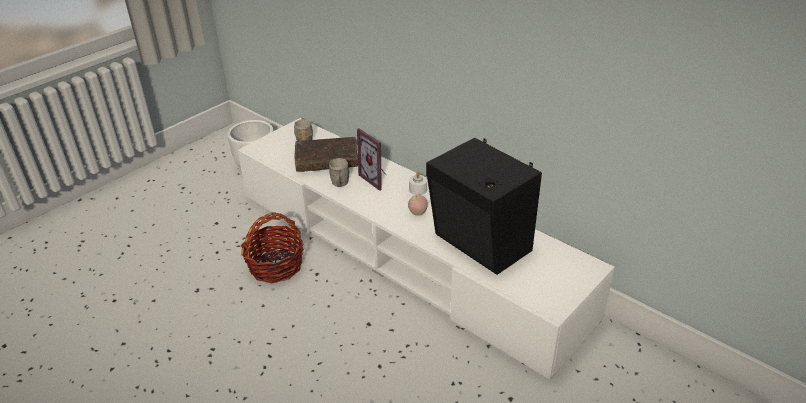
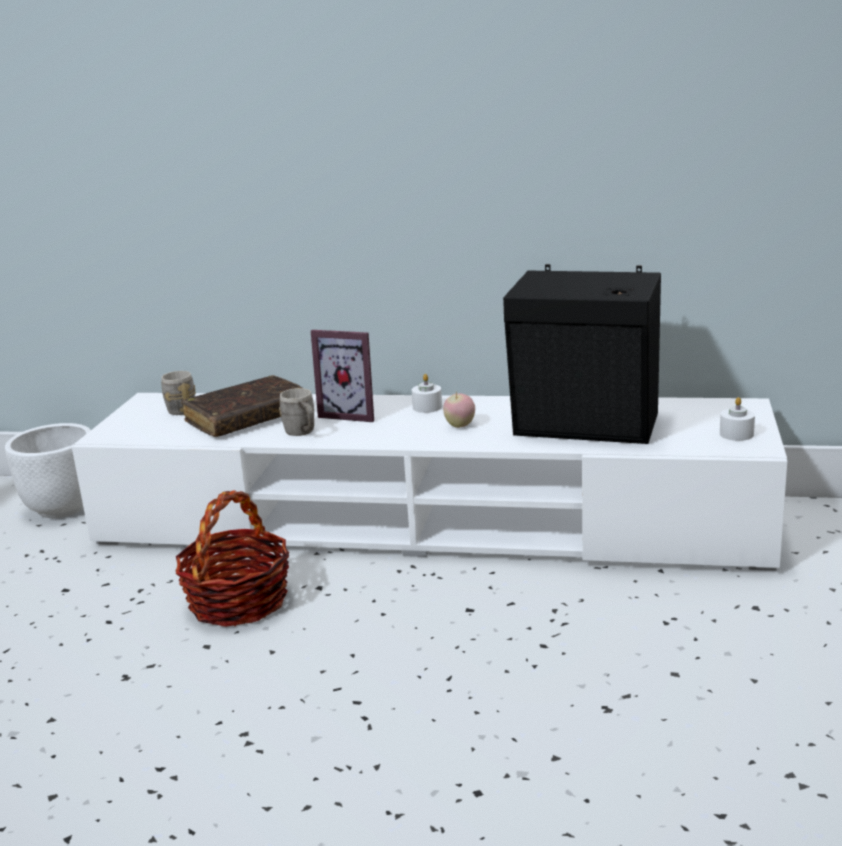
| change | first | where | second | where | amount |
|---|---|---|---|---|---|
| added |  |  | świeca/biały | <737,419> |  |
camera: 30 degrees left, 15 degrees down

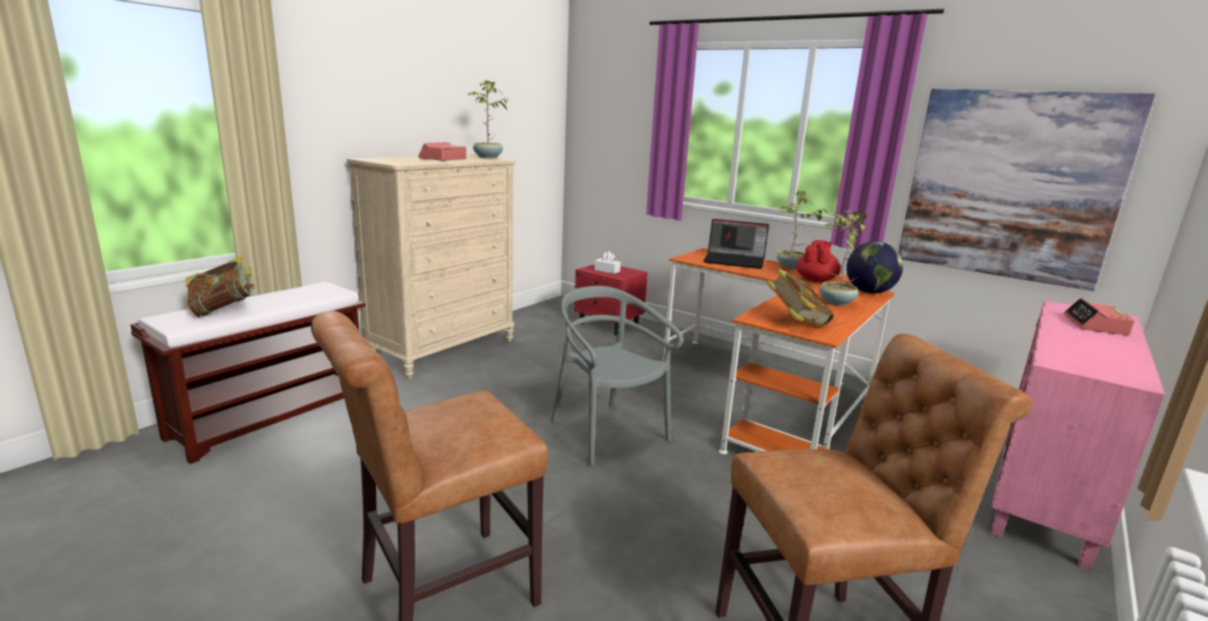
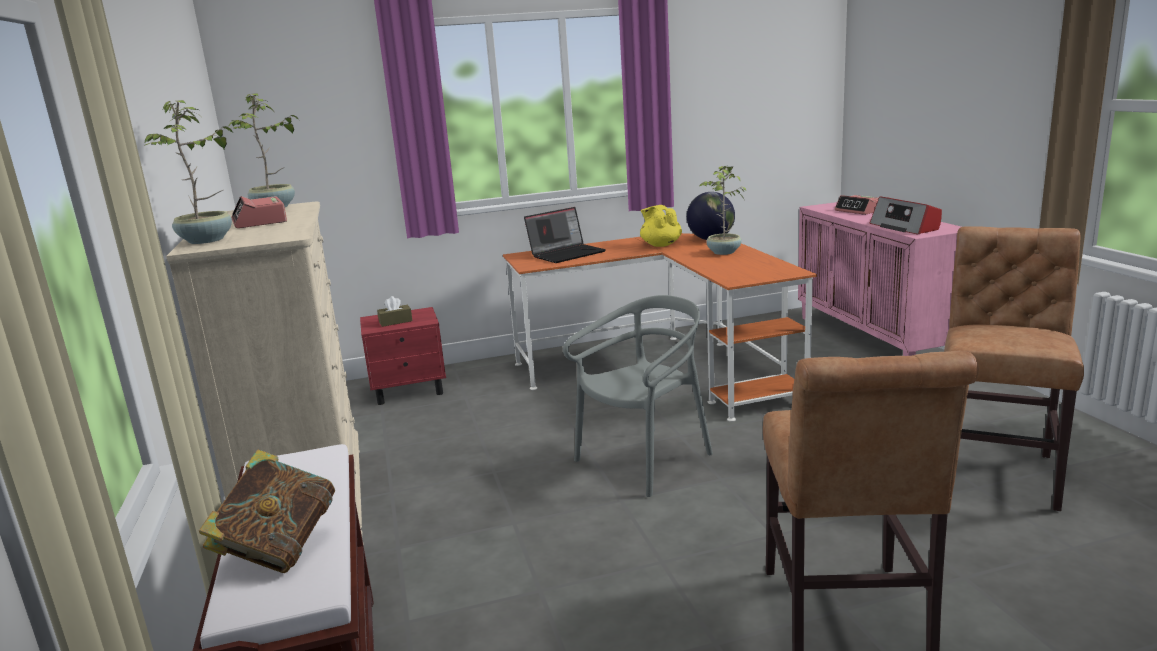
| change | first | where | second | where | amount |
|---|---|---|---|---|---|
| removed | książka | <800,297> |  |  |  |
| removed | obraz | <1027,190> |  |  |  |
| added |  |  | radio | <906,215> |  |
| moved | roślina doniczkowa | <802,229> |  | <188,172> |  |
| recoloured | pudełko chusteczek/biały | <607,262> | pudełko chusteczek/brązowy | <394,311> |  |
| recoloured | imbryk/czerwony | <818,261> | imbryk/żółty | <661,226> |  |
| turned | krzesło/szary | <617,376> |  | <638,396> | 135 degrees clockwise |
camera: 50 degrees left, 0 degrees up

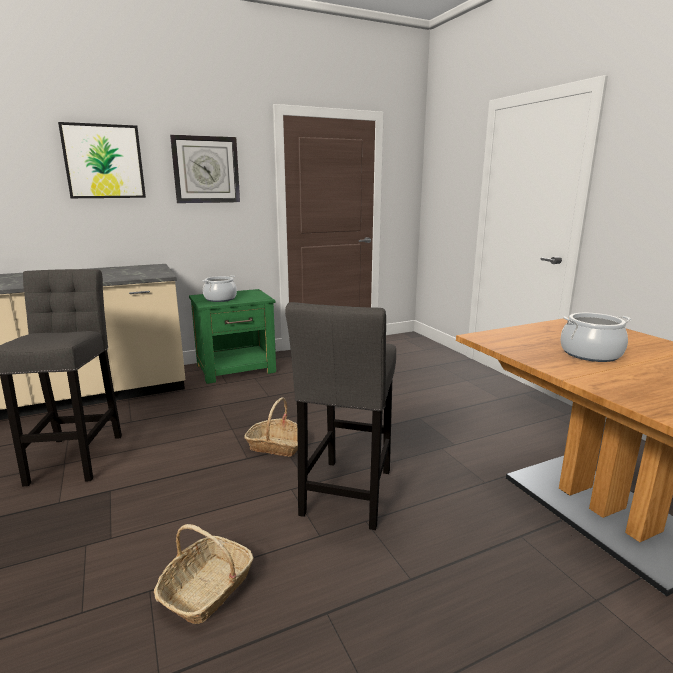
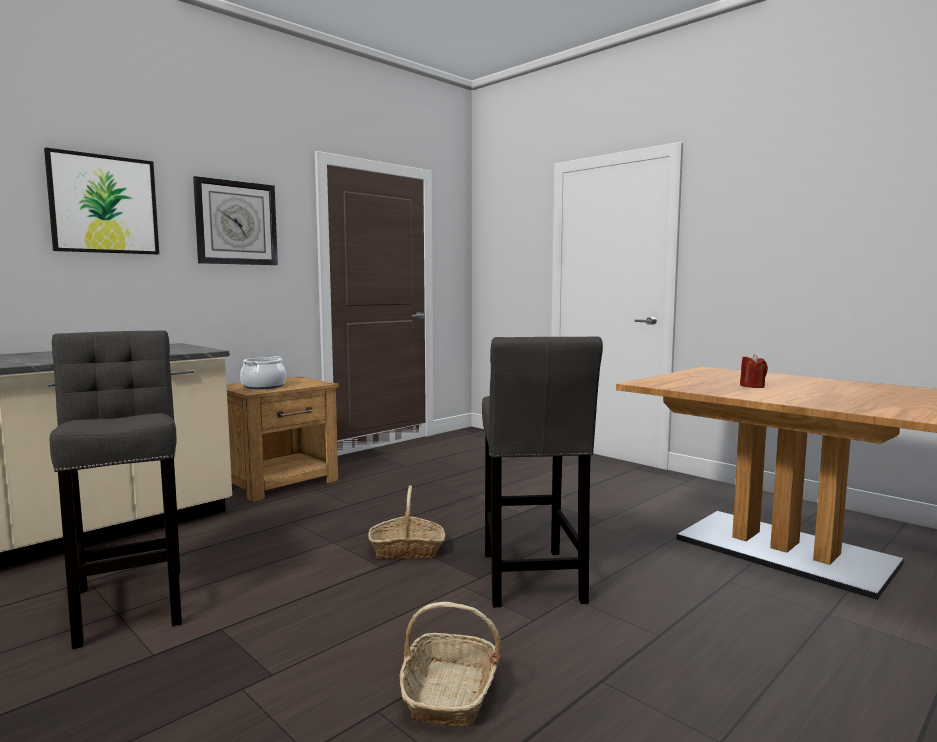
| change | first | where | second | where | amount |
|---|---|---|---|---|---|
| replaced | garnek | <596,337> | świeca/czerwony | <754,371> |  |
| recoloured | szafka nocna/zielony | <232,336> | szafka nocna/brązowy | <283,439> |  |
camera: 20 degrees left, 10 degrees down

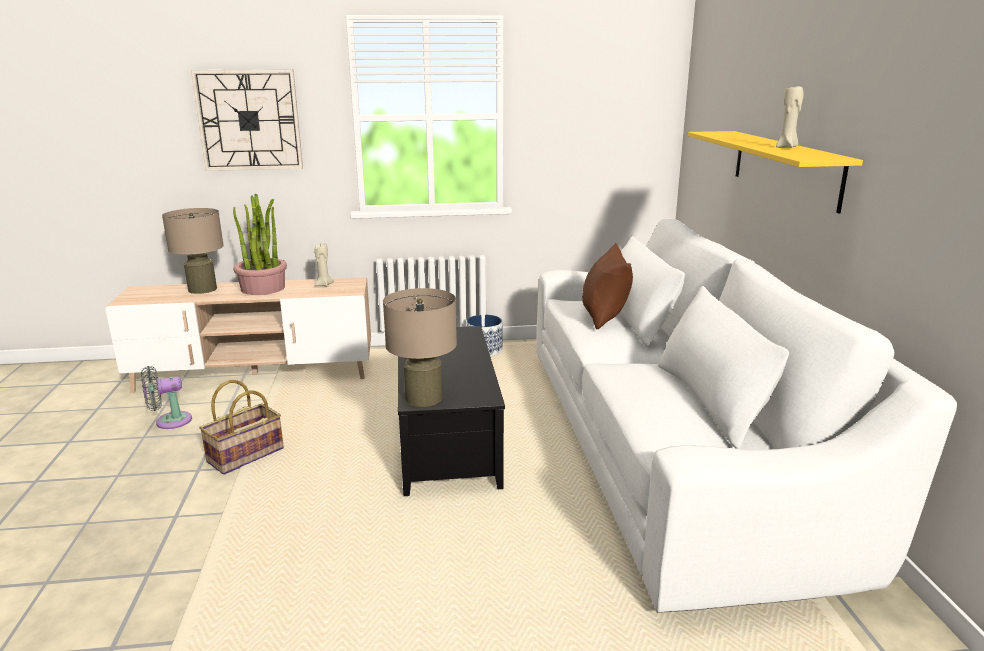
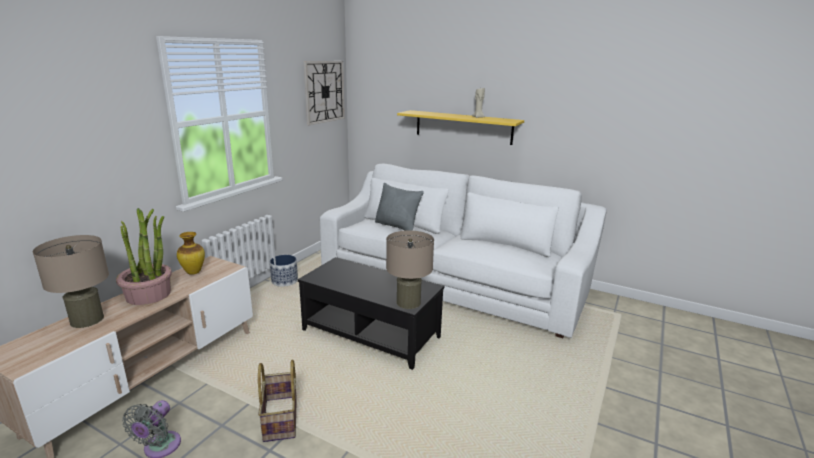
| change | first | where | second | where | amount |
|---|---|---|---|---|---|
| moved | zegar ścienny | <247,120> |  | <324,93> |  |
| replaced | świeca/beżowy | <324,265> | wazon | <191,253> |  |
| recoloured | poduszka/brązowy | <607,286> | poduszka/szary | <399,207> |  |
camera: 55 degrees left, 0 degrees up

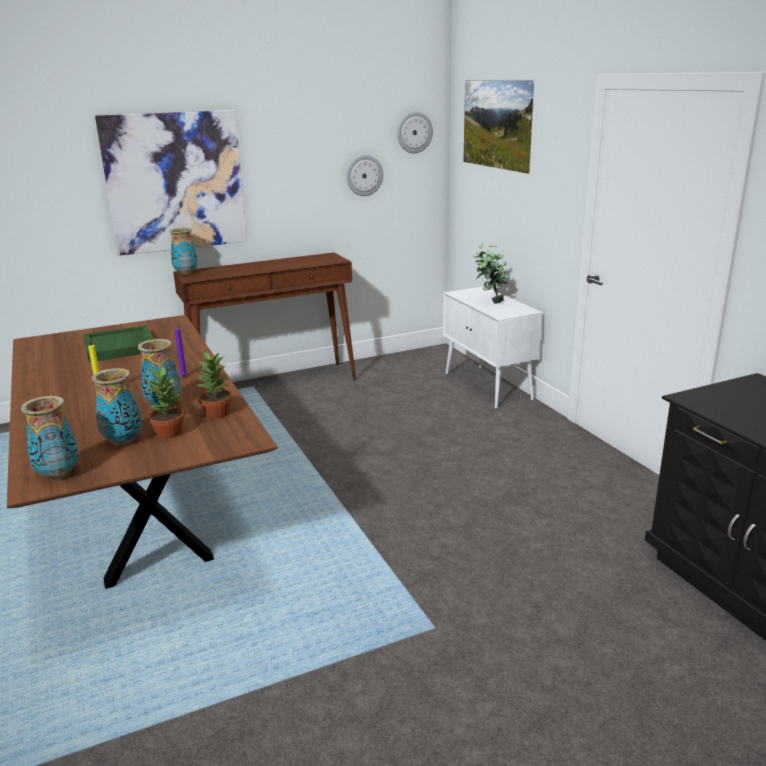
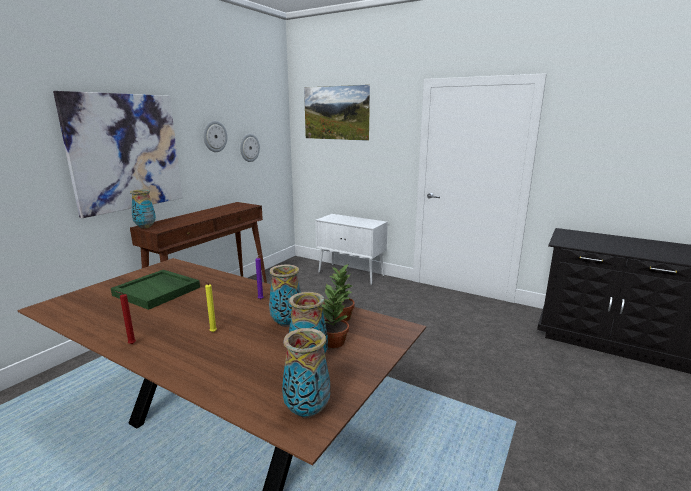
| change | first | where | second | where | amount |
|---|---|---|---|---|---|
| removed | roślina doniczkowa | <491,273> |  |  |  |
| added |  |  | świeca/czerwony | <125,317> |  |
| moved | zegar ścienny | <415,132> |  | <215,136> |  |
camera: 35 degrees left, 5 degrees down

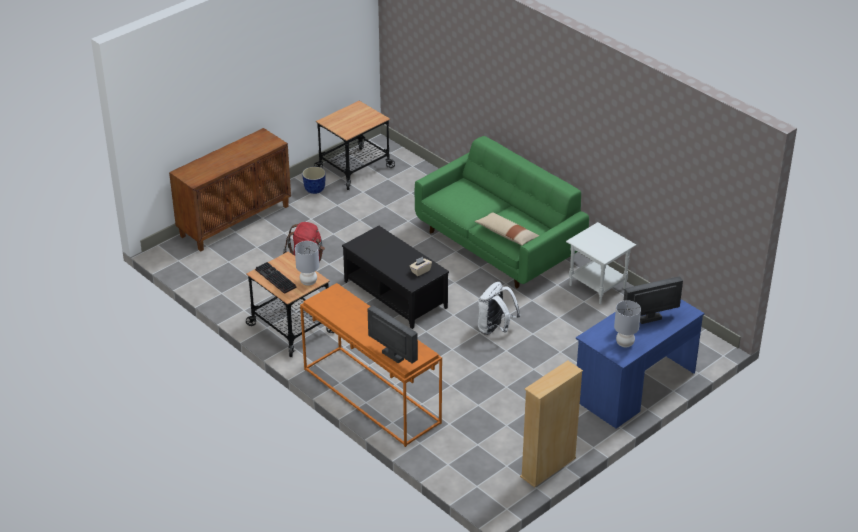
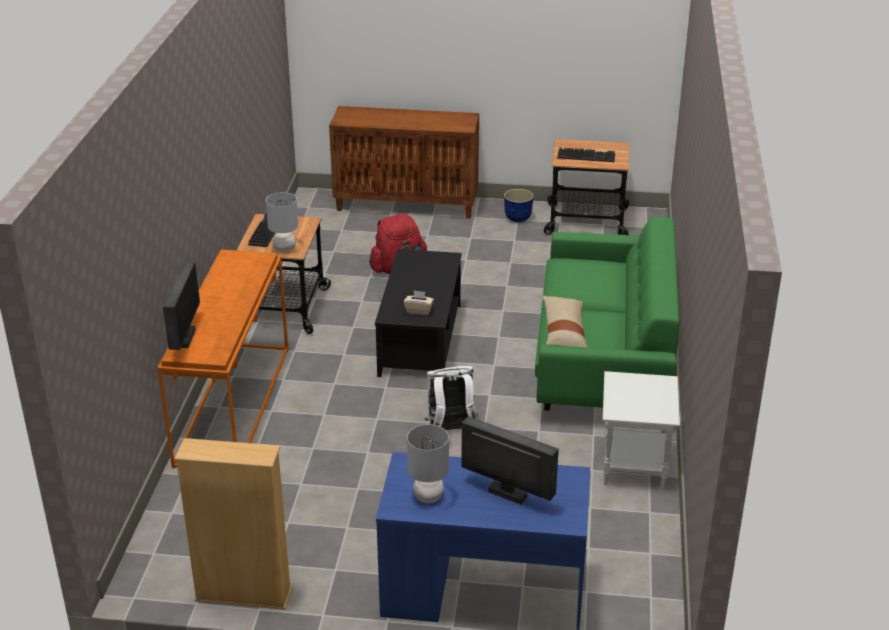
| change | first | where | second | where | amount |
|---|---|---|---|---|---|
| added |  |  | klawiatura | <586,154> |  |
camera: 50 degrees right, 5 degrees down

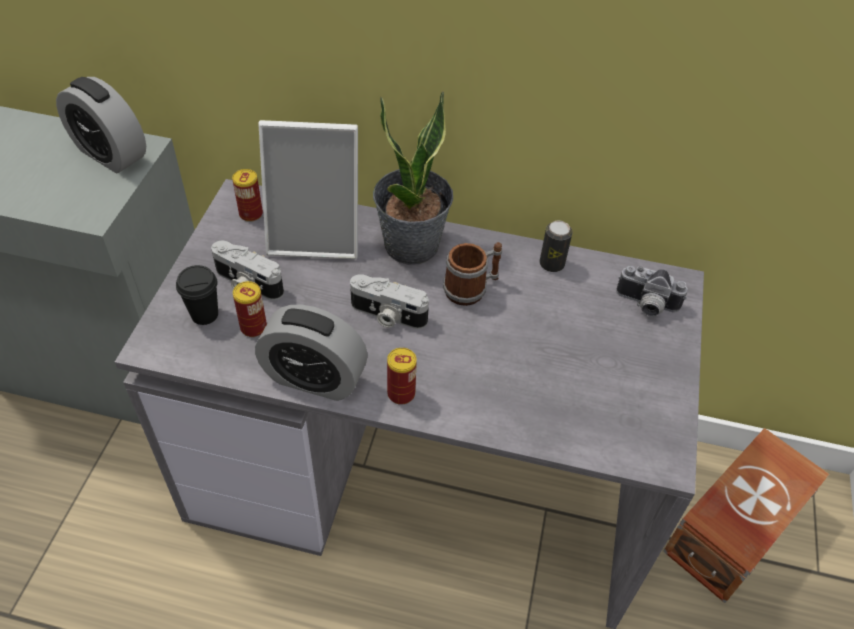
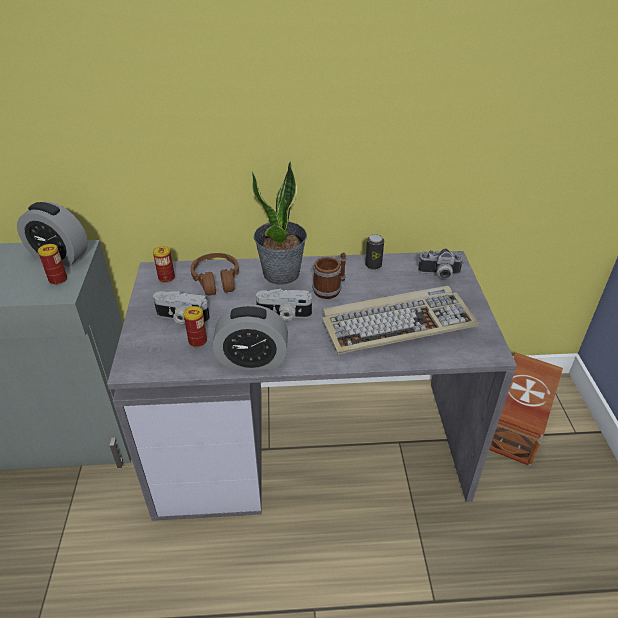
| change | first | where | second | where | amount |
|---|---|---|---|---|---|
| removed | filiżanka/czarny | <197,295> |  |  |  |
| added |  |  | klawiatura | <400,320> |  |
| moved | puszka | <402,376> |  | <52,264> |  |
| replaced | ramka na zdjęcie | <308,189> | słuchawki/brązowy | <214,274> |  |
camera: 15 degrees left, 10 degrees down

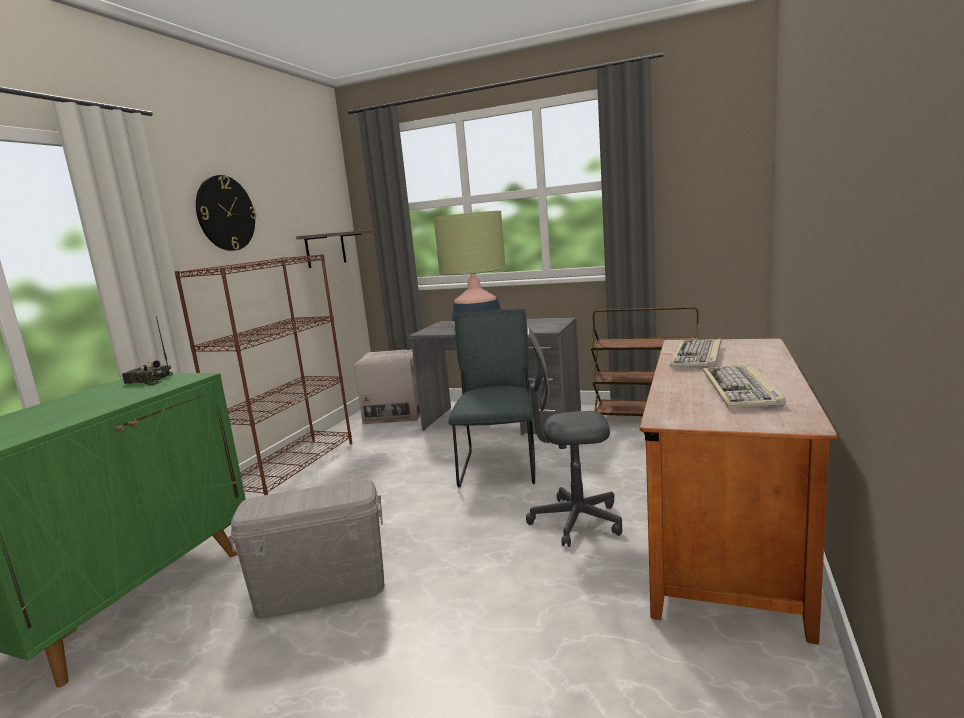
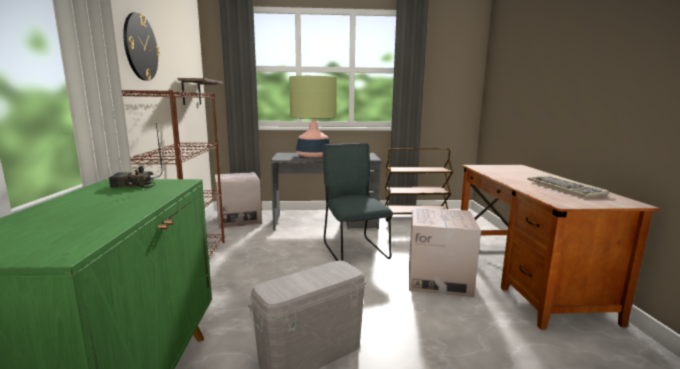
| change | first | where | second | where | amount |
|---|---|---|---|---|---|
| removed | klawiatura | <695,353> |  |  |  |
| replaced | krzesło biurowe/szary | <574,437> | karton | <445,252> |  |
camera: 25 degrees left, 0 degrees up

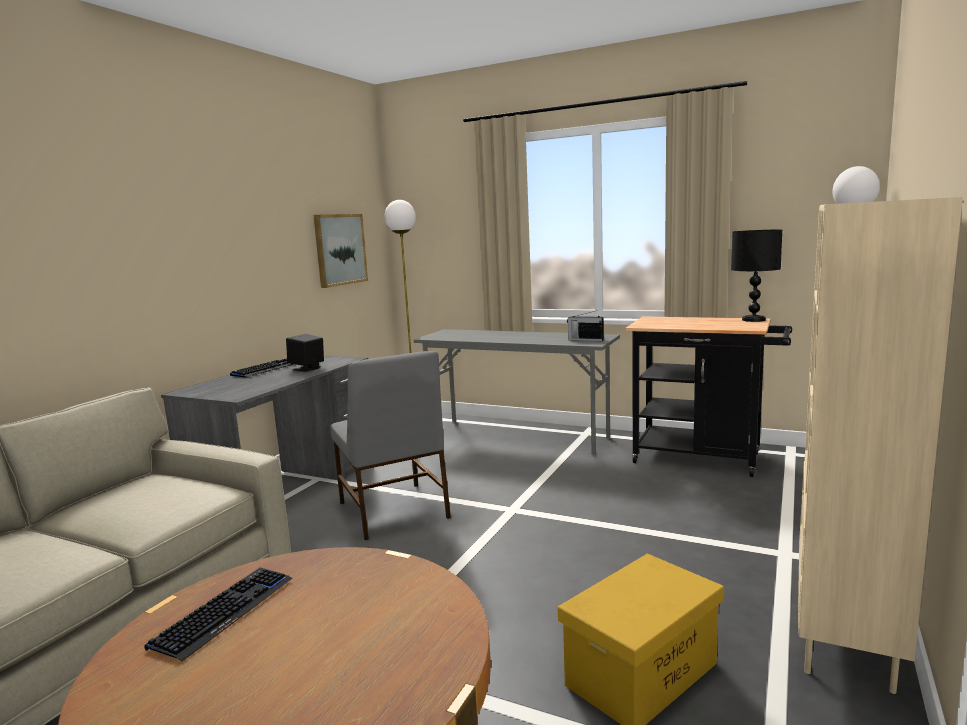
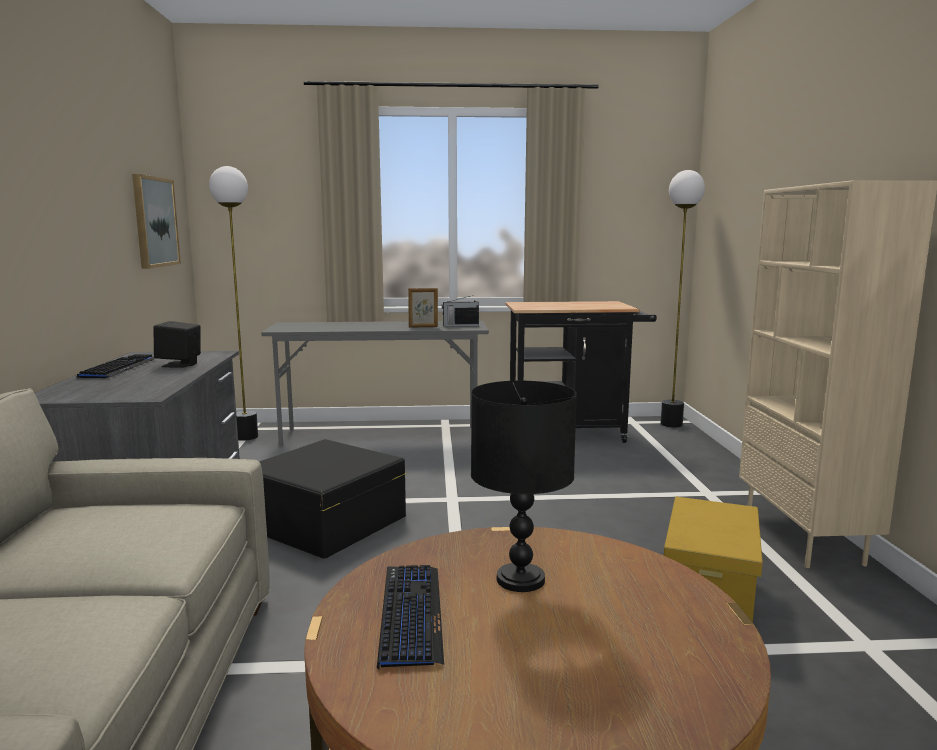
| change | first | where | second | where | amount |
|---|---|---|---|---|---|
| added |  |  | ramka na zdjęcie | <423,307> |  |
| moved | lampa stołowa/czarny | <756,275> |  | <524,486> |  |
| replaced | krzesło/szary | <390,445> | pojemnik do przechowywania/czarny | <332,499> |  |
camera: 30 degrees left, 0 degrees up

